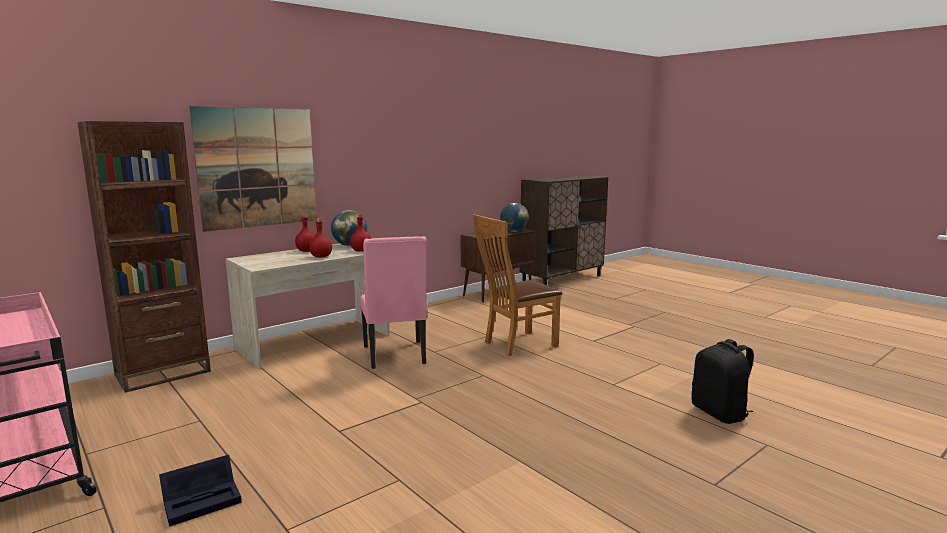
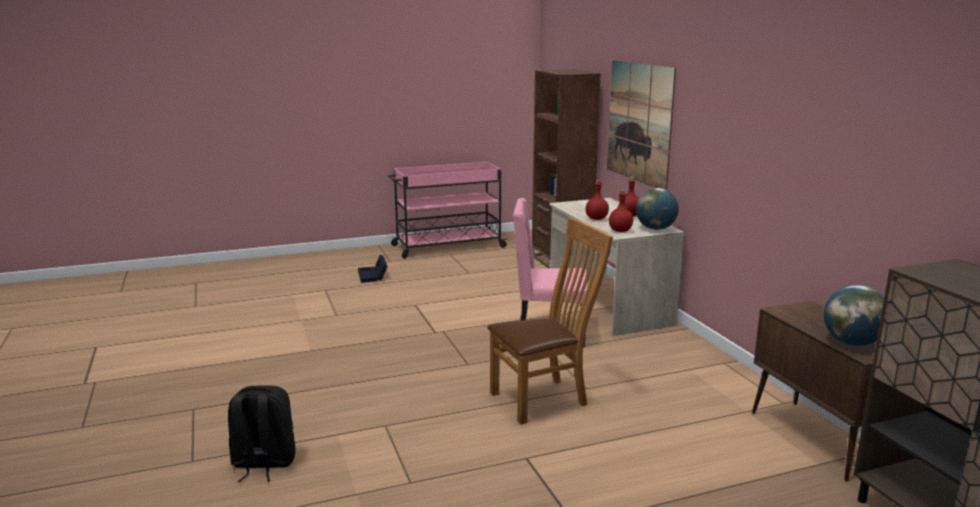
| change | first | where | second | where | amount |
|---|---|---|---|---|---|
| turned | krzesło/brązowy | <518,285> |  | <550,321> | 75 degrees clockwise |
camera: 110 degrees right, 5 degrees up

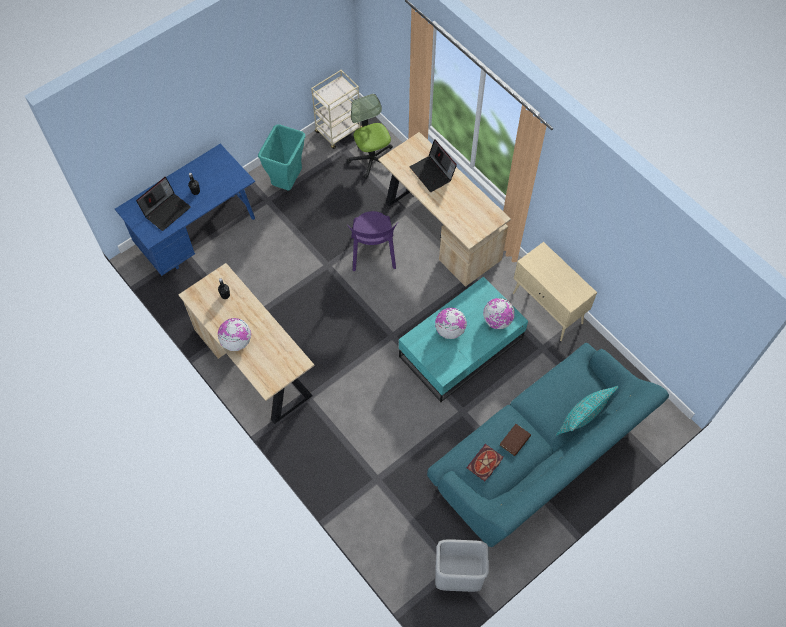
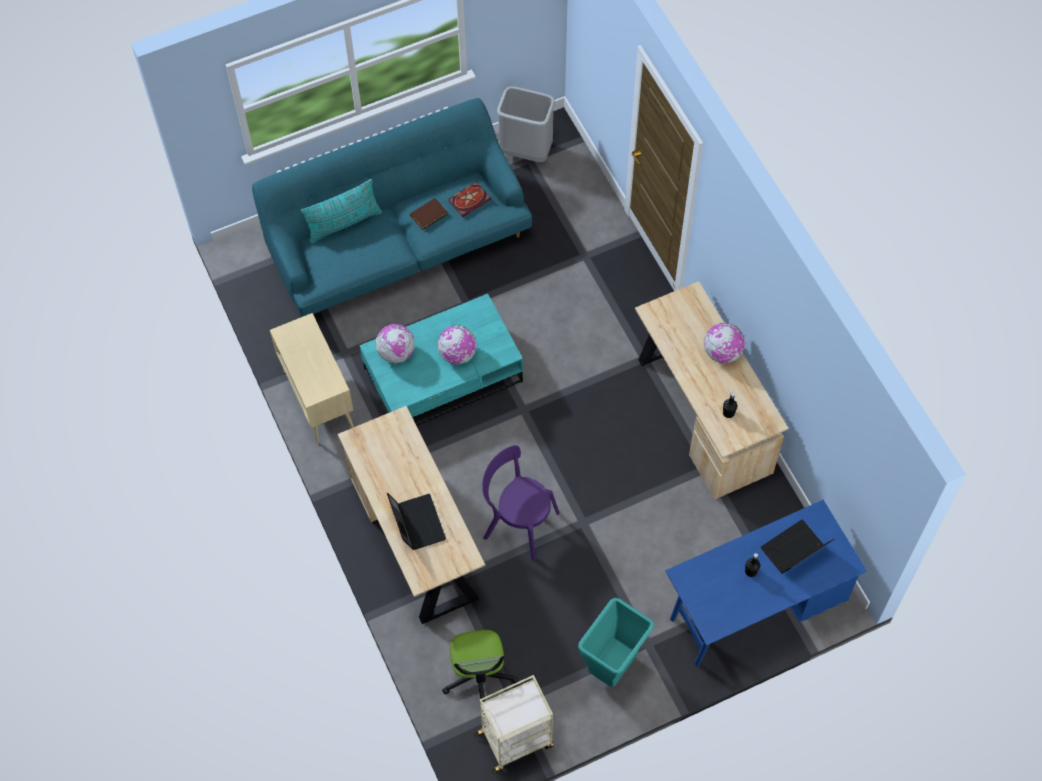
| change | first | where | second | where | amount |
|---|---|---|---|---|---|
| turned | krzesło/fioletowy | <372,241> |  | <520,503> | 75 degrees counterclockwise |
camera: 165 degrees left, 0 degrees up

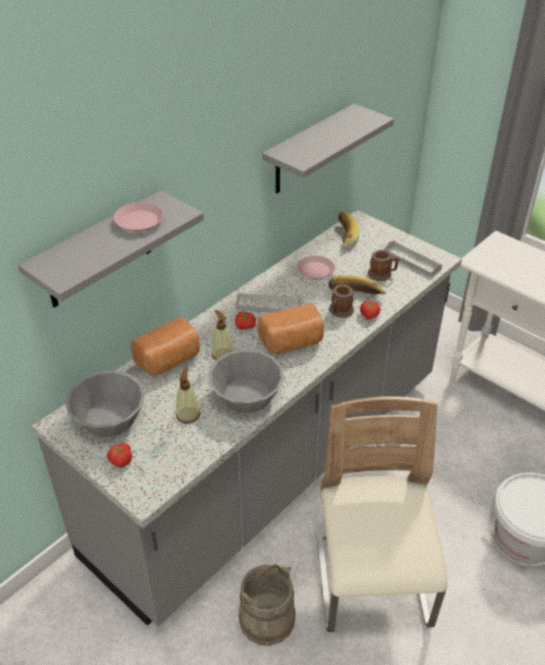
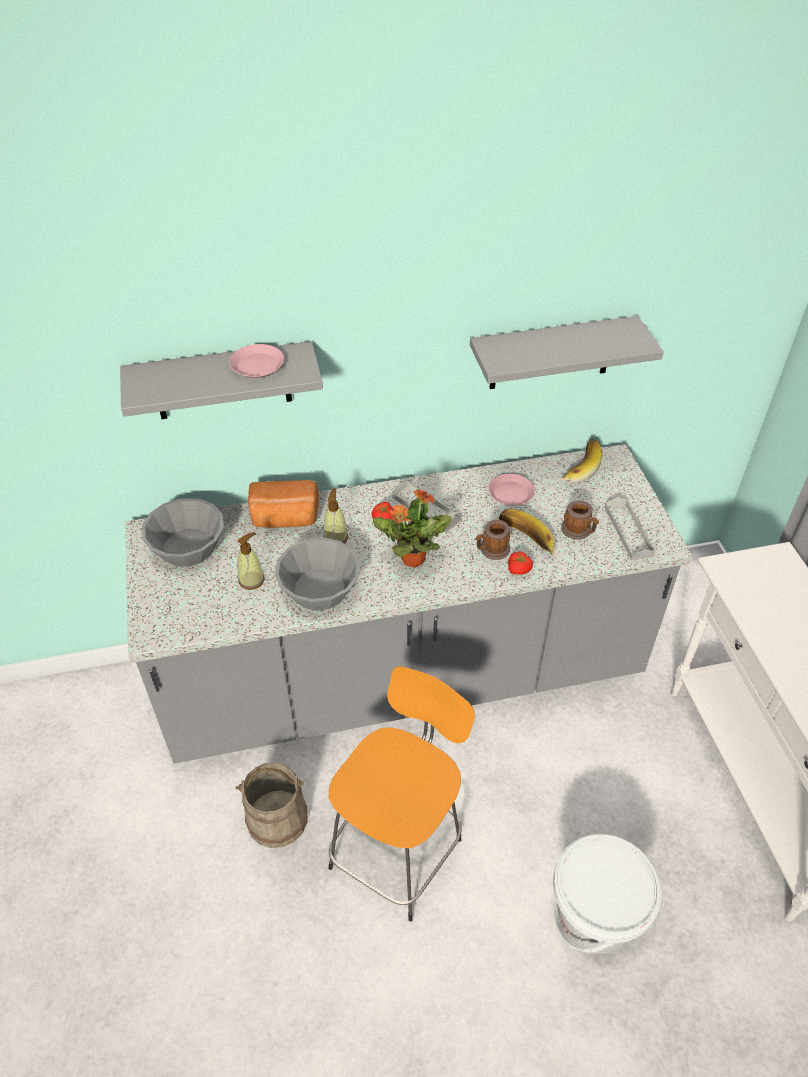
| change | first | where | second | where | amount |
|---|---|---|---|---|---|
| removed | pomidor | <119,455> |  |  |  |
| replaced | chleb | <291,329> | roślina doniczkowa | <412,528> |  |
| replaced | krzesło/beżowy | <382,514> | stołek/pomarańczowy | <401,794> |  |
camera: 35 degrees right, 5 degrees up

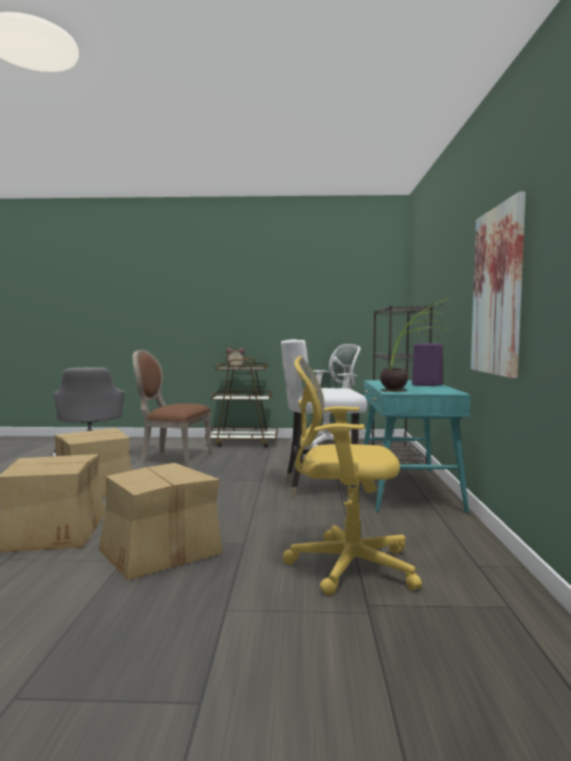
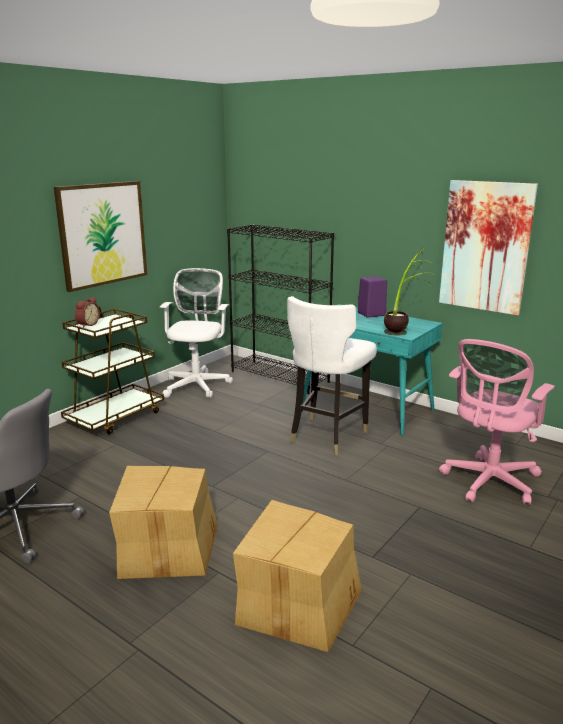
| change | first | where | second | where | amount |
|---|---|---|---|---|---|
| removed | karton | <161,522> |  |  |  |
| removed | krzesło/brązowy | <172,408> |  |  |  |
| added |  |  | obraz | <100,236> |  |
| recoloured | krzesło biurowe/żółty | <352,476> | krzesło biurowe/różowy | <496,422> |  |
camera: 55 degrees left, 15 degrees up

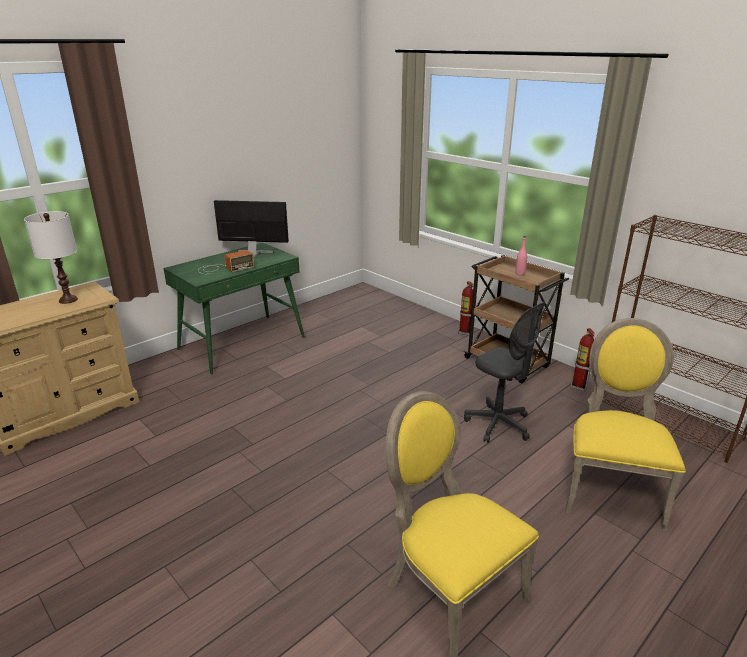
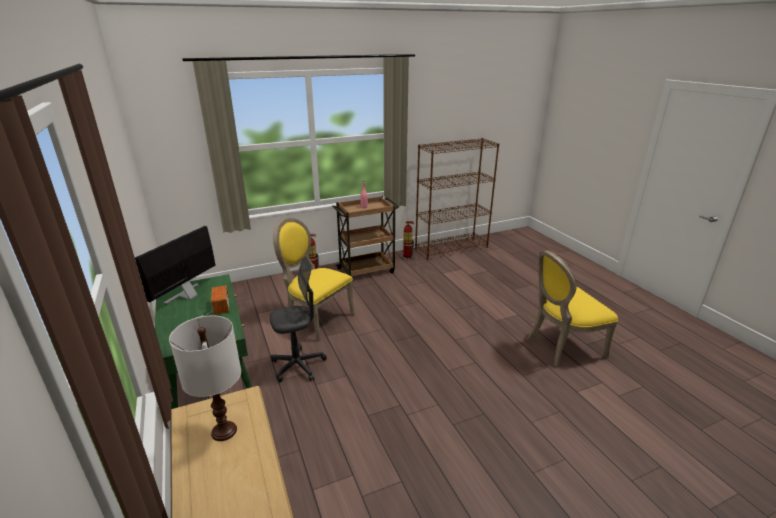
| change | first | where | second | where | amount |
|---|---|---|---|---|---|
| moved | krzesło biurowe/szary | <505,372> |  | <298,319> |  |
| moved | krzesło/żółty | <625,424> |  | <314,279> |  |
camera: 70 degrees left, 0 degrees up

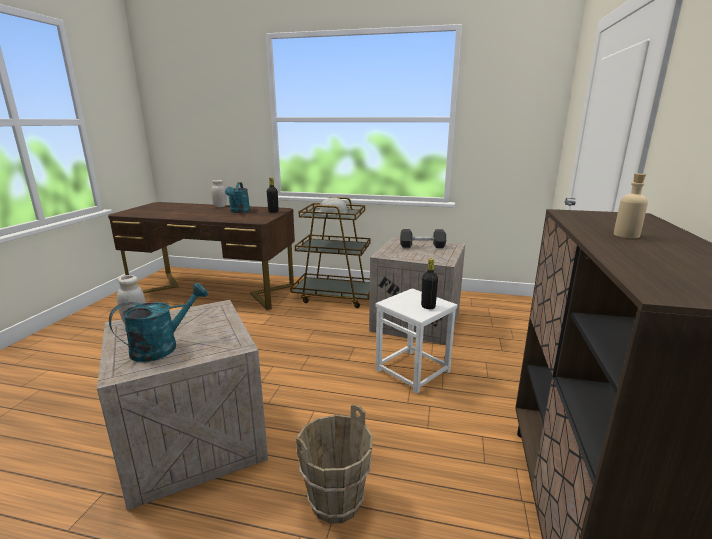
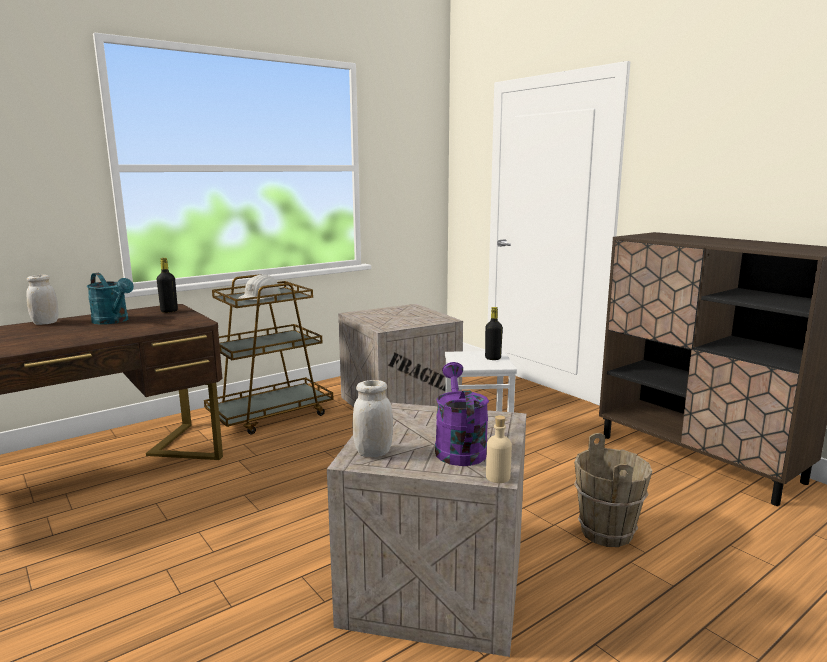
| change | first | where | second | where | amount |
|---|---|---|---|---|---|
| removed | hantel/szary | <423,238> |  |  |  |
| moved | butelka/beżowy | <631,205> |  | <499,449> |  |
| recoloured | konewka/turkusowy | <158,322> | konewka/fioletowy | <462,414> |  |
camera: 50 degrees left, 5 degrees down

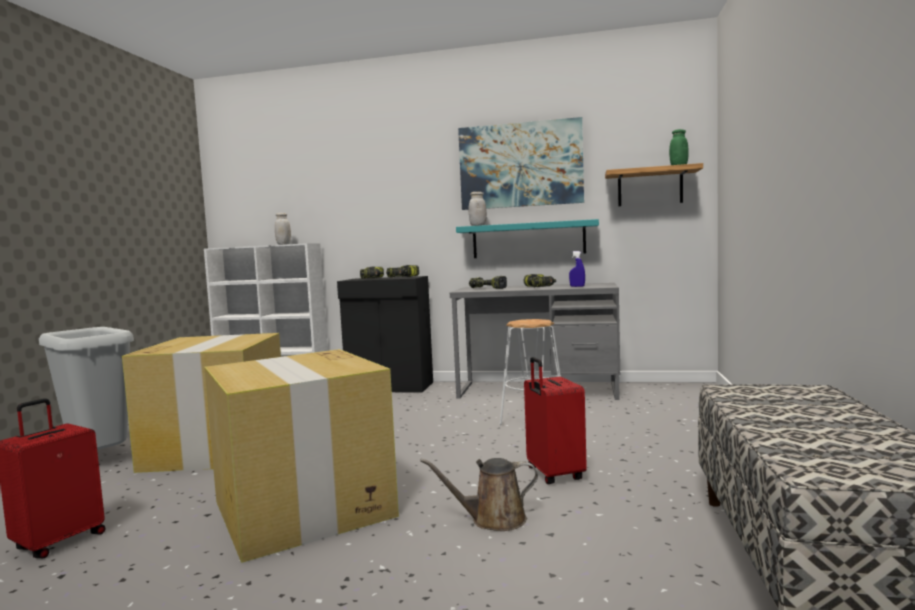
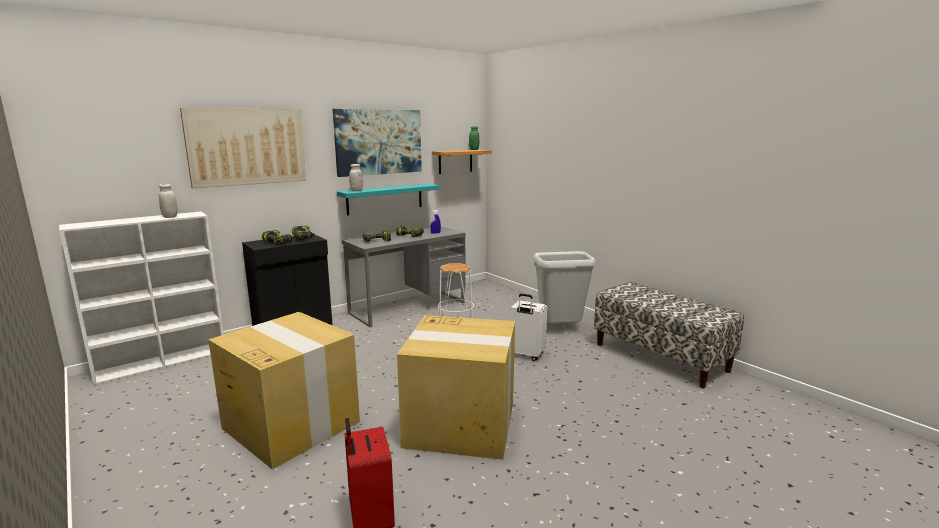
| change | first | where | second | where | amount |
|---|---|---|---|---|---|
| removed | konewka/brązowy | <479,494> |  |  |  |
| added |  |  | obraz | <243,148> |  |
| moved | kosz na śmieci/szary | <86,388> |  | <564,287> |  |
| recoloured | walizka/czerwony | <555,420> | walizka/biały | <528,327> |  |
camera: 50 degrees left, 10 degrees up

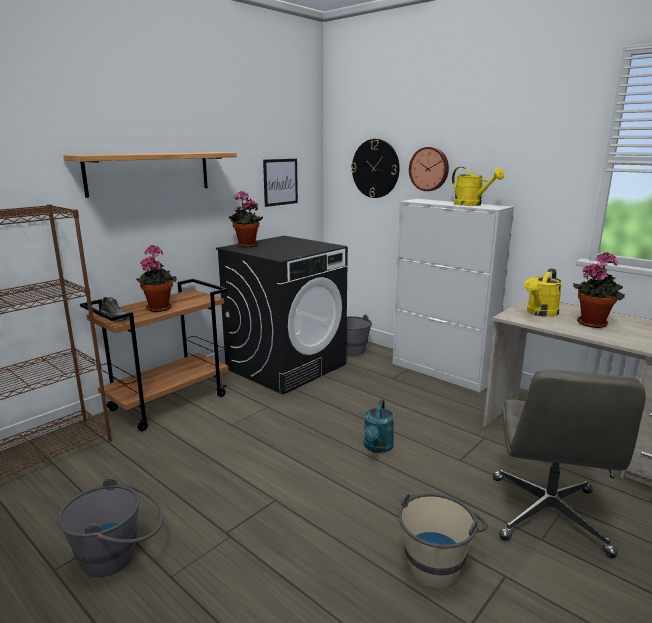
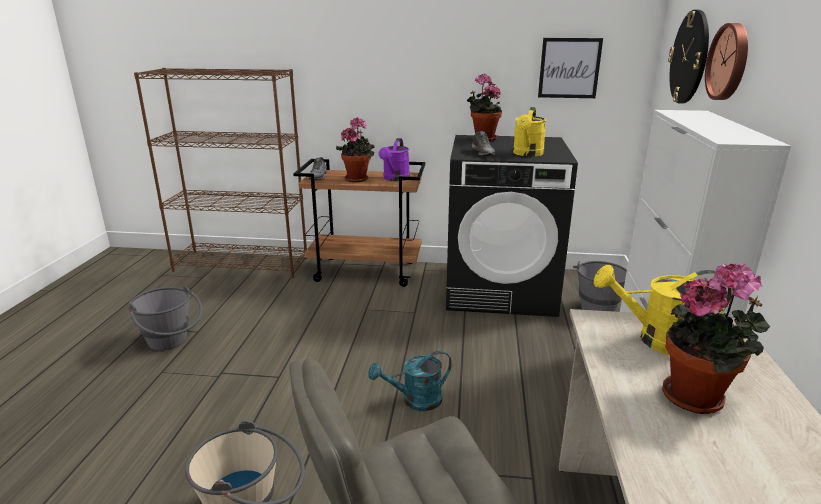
| change | first | where | second | where | amount |
|---|---|---|---|---|---|
| removed | półka | <150,175> |  |  |  |
| added |  |  | konewka/fioletowy | <394,159> |  |
| added |  |  | but/szary | <483,143> |  |
| moved | konewka/żółty | <478,186> |  | <529,131> |  |
camera: 55 degrees right, 5 degrees up

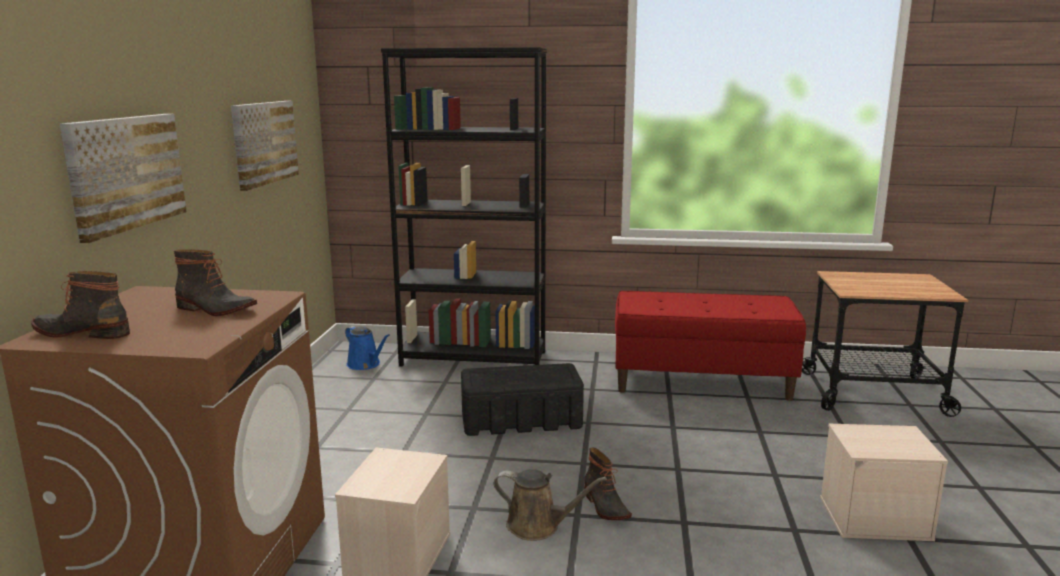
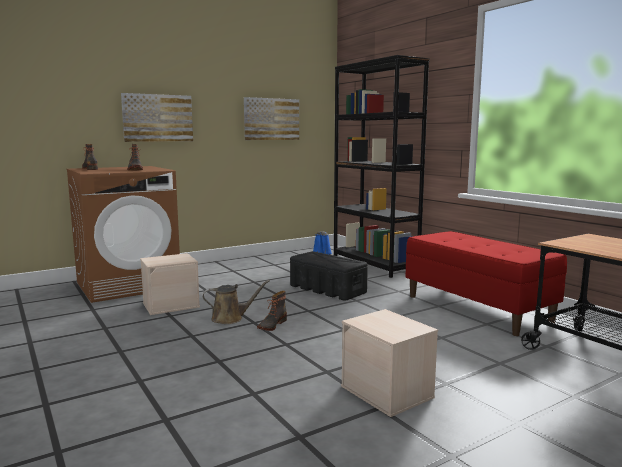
| change | first | where | second | where | amount |
|---|---|---|---|---|---|
| turned | konewka/brązowy | <550,505> |  | <236,302> | 75 degrees counterclockwise |
camera: 50 degrees right, 5 degrees down

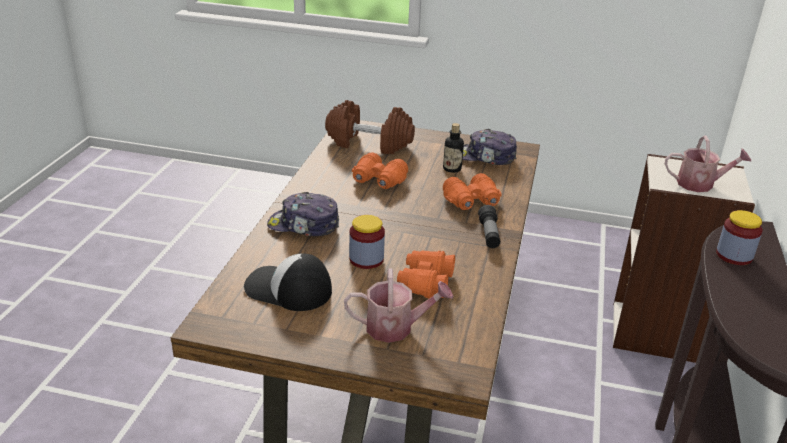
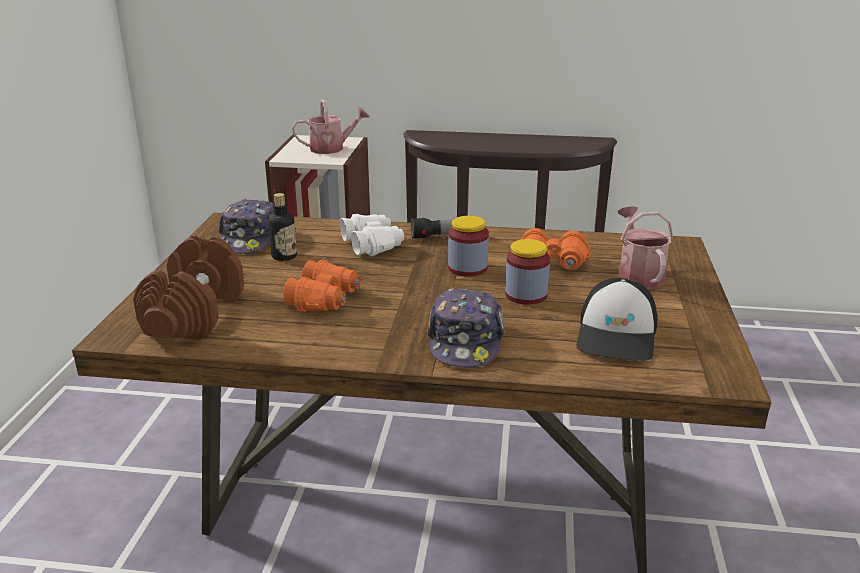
| change | first | where | second | where | amount |
|---|---|---|---|---|---|
| moved | słoik | <739,237> |  | <468,246> |  |
| recoloured | lornetka/pomarańczowy | <472,191> | lornetka/biały | <372,235> |  |
| turned | konewka | <708,164> |  | <331,126> | 75 degrees clockwise |
camera: 95 degrees left, 5 degrees down

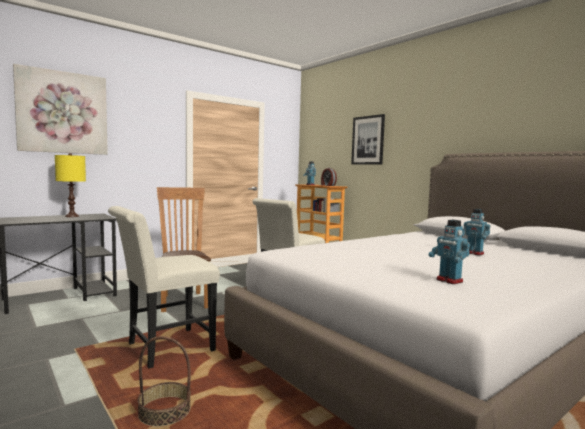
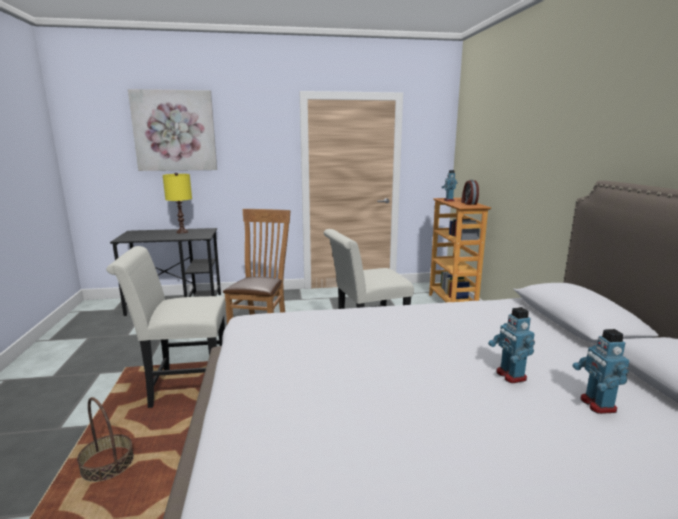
| change | first | where | second | where | amount |
|---|---|---|---|---|---|
| removed | obraz | <368,139> |  |  |  |
| moved | robot zabawkowy | <449,252> |  | <600,371> |  |
camera: 30 degrees right, 10 degrees up

